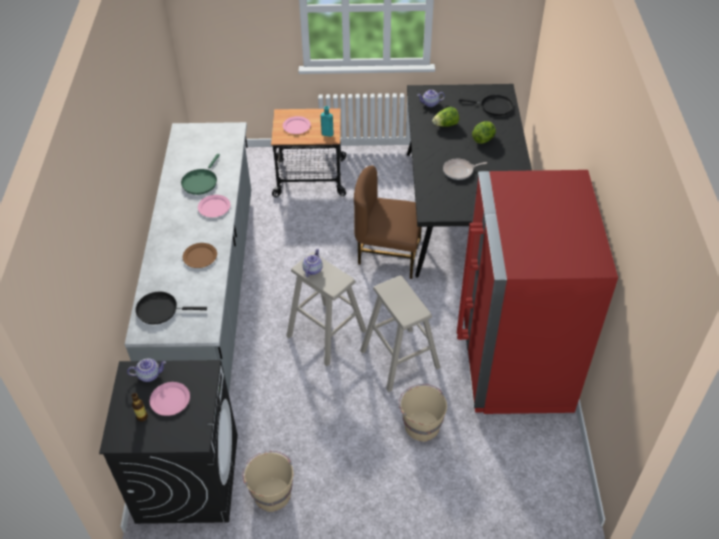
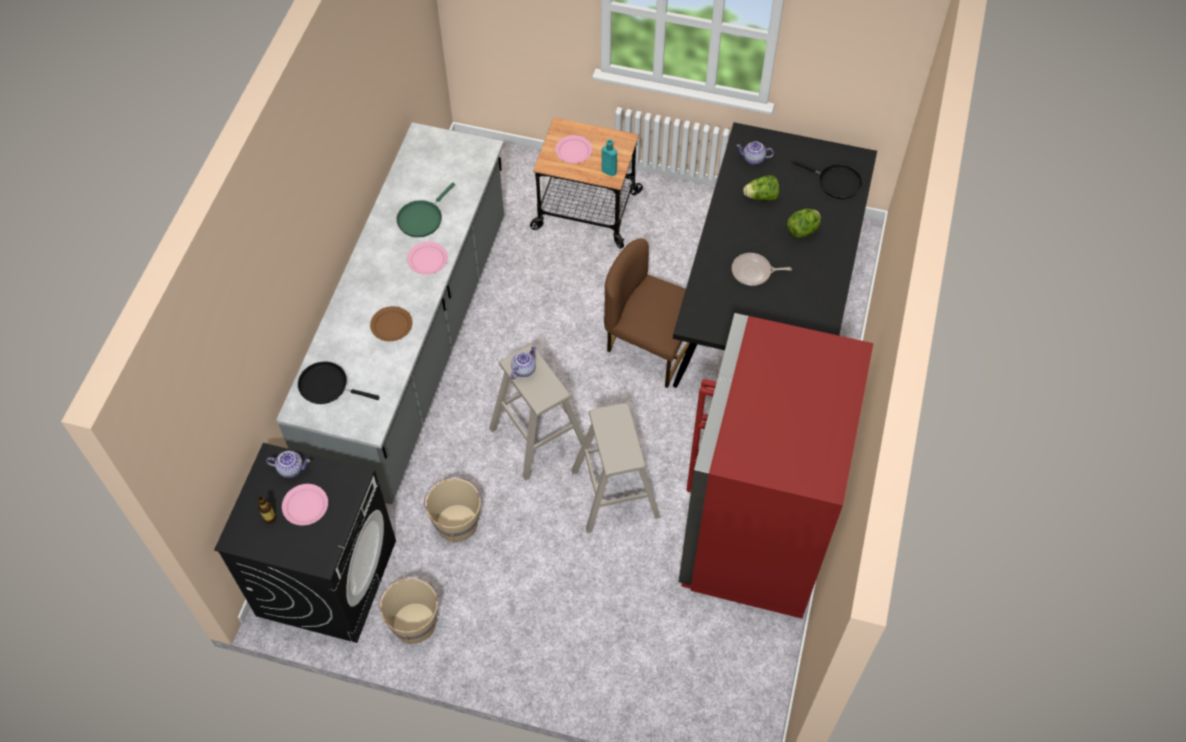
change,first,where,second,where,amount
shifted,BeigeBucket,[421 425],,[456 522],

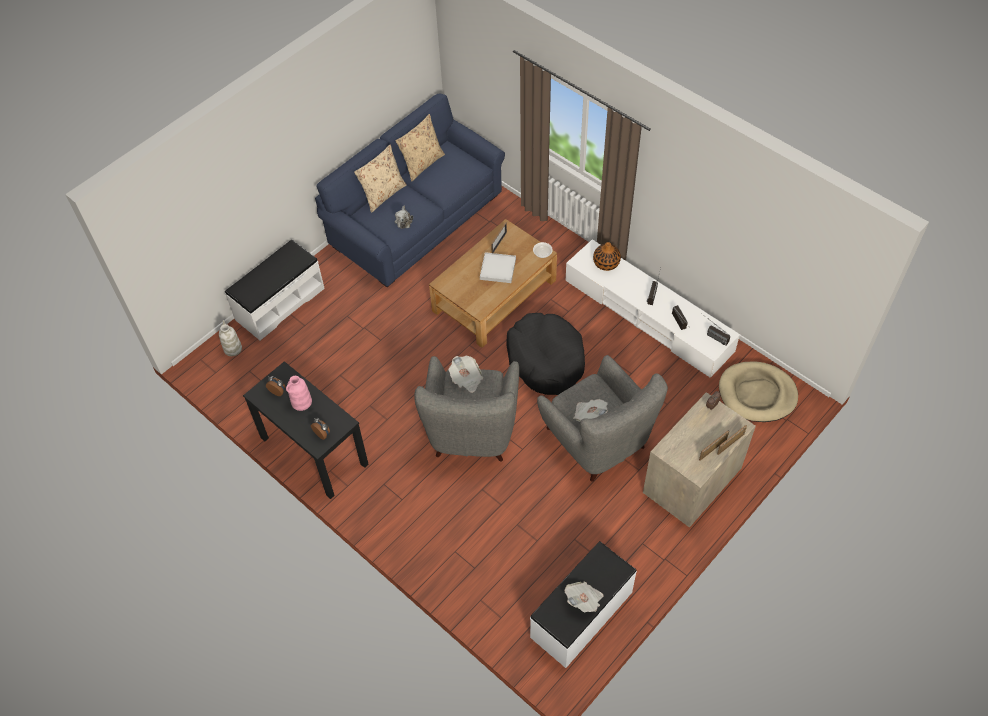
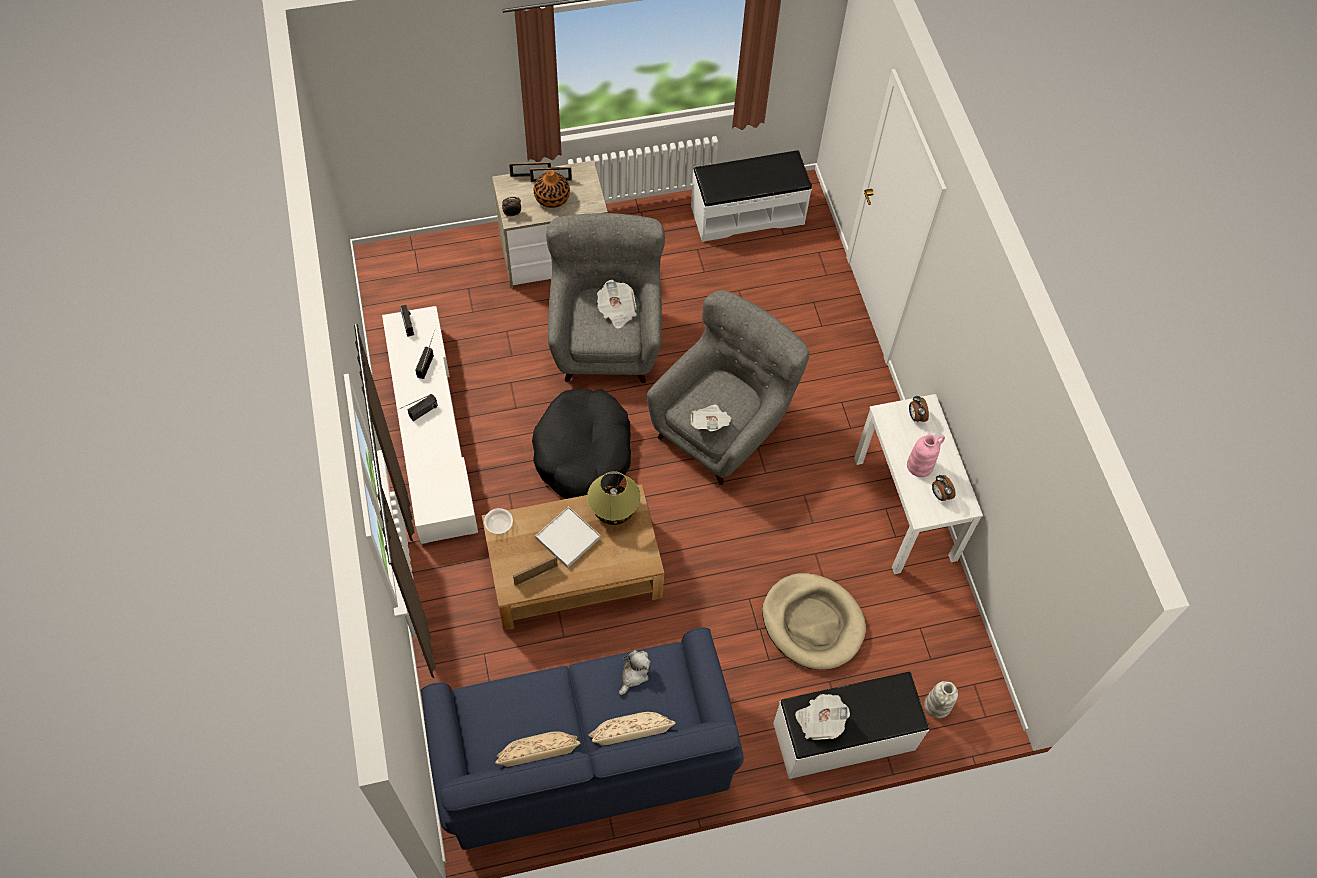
change,first,where,second,where,amount
shifted,Vase,[606 263],,[552 198],
repainted,BlackConsoleTable,[313 451],WhiteConsoleTable,[905 509],
shifted,BeigeDogBed,[757 394],,[812 623],
shifted,Newspaper,[584 600],,[819 721],
new,,,TableLamp,[613 509],

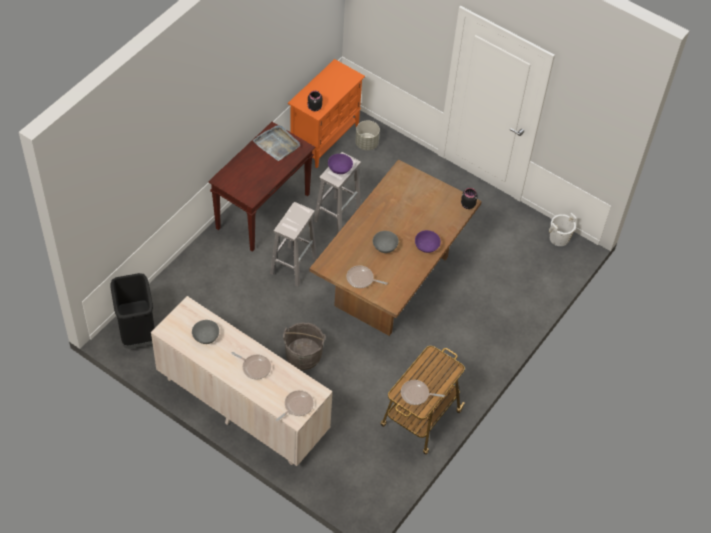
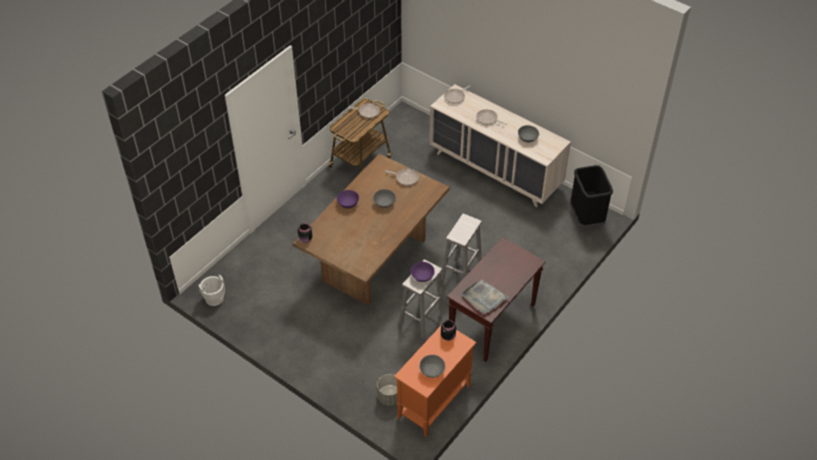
change,first,where,second,where,amount
gone,GreyBucket,[303 356],,,
new,,,GreyBowl,[432 371],

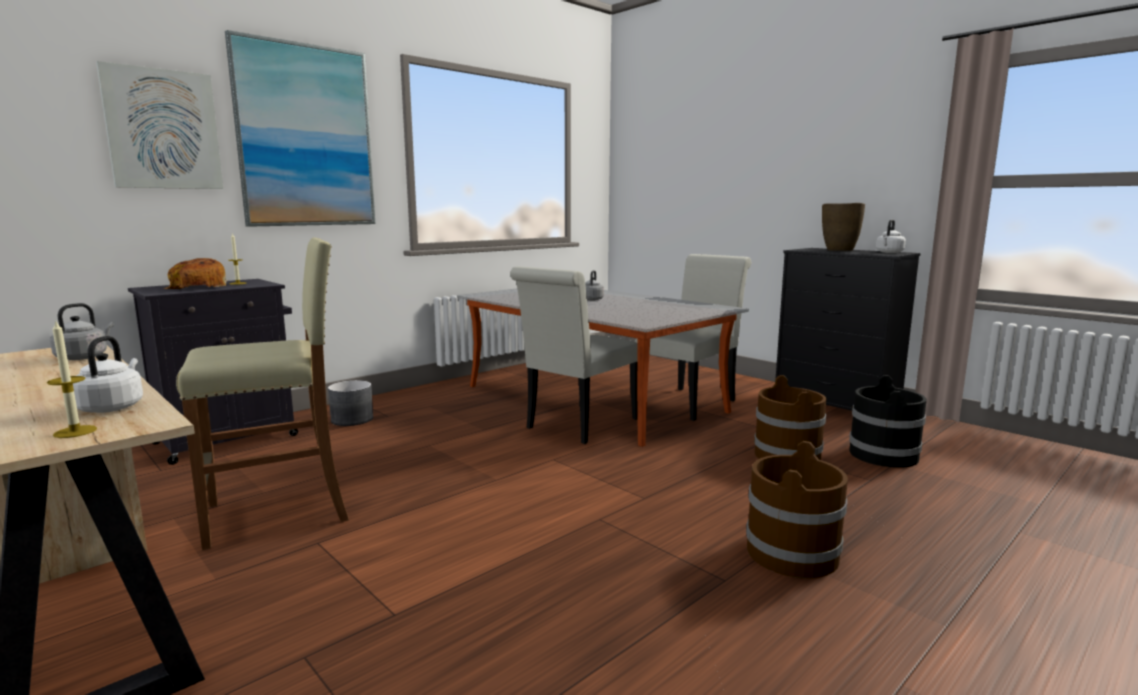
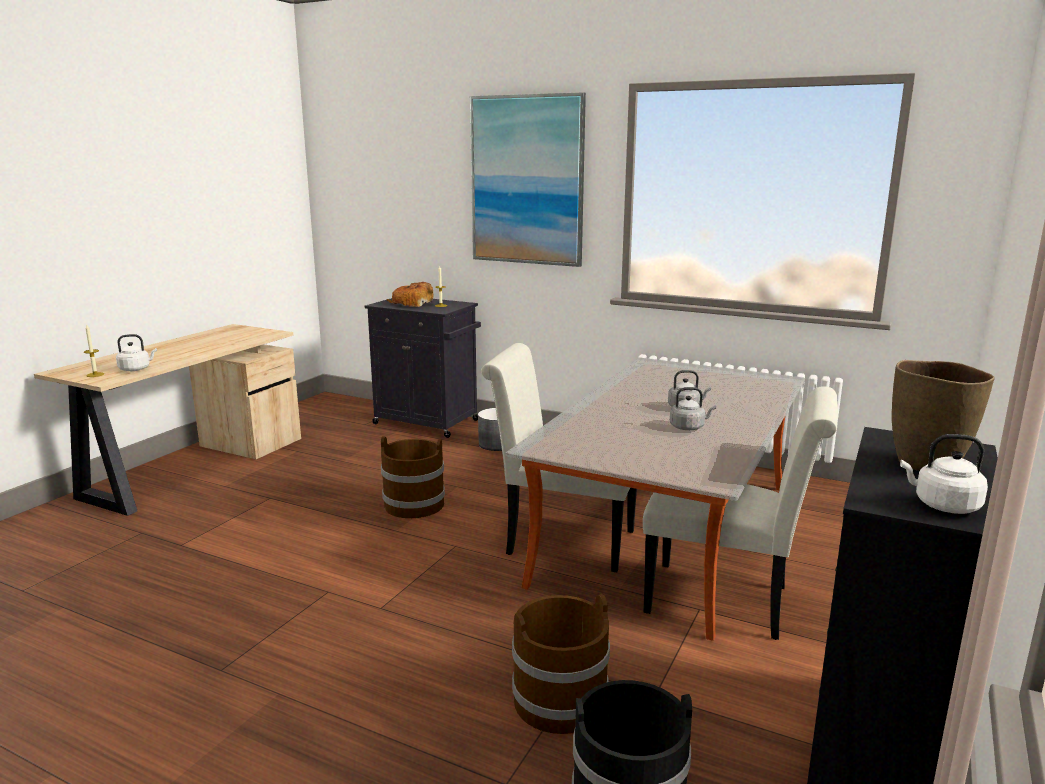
change,first,where,second,where,amount
gone,Picture,[163 129],,,
gone,BeigeStool,[279 512],,,
shifted,GreyKettle,[84 357],,[689 427],
shifted,BrownBucket,[792 553],,[413 504],

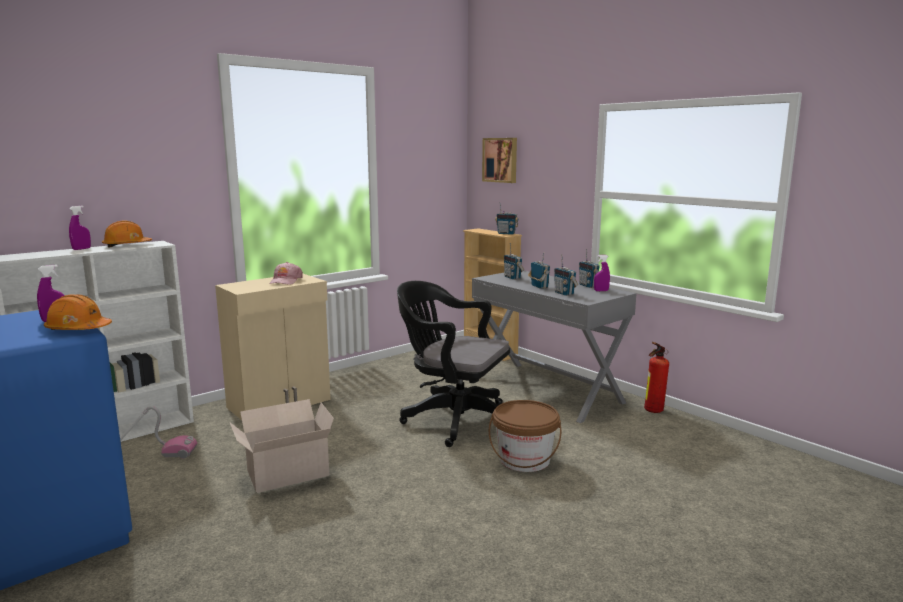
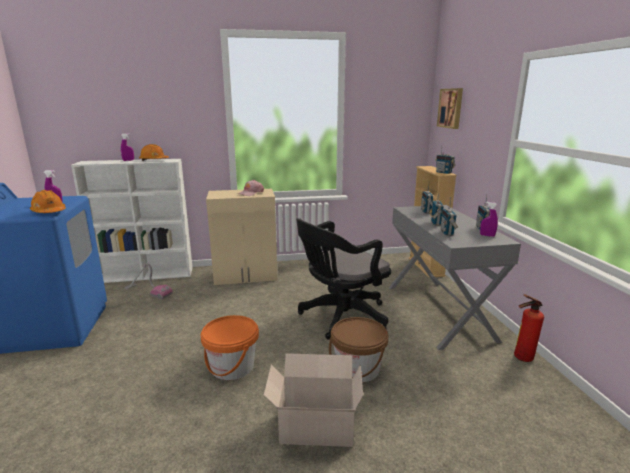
change,first,where,second,where,amount
rotated,BlackOfficeChair,[453 419],,[340 317],90 degrees counterclockwise
shifted,CardboardBox,[285 473],,[314 426],
new,,,OrangeBucket,[232 366],

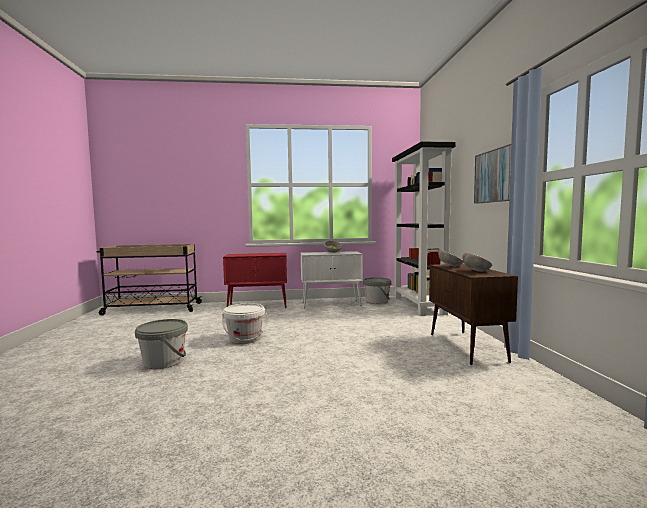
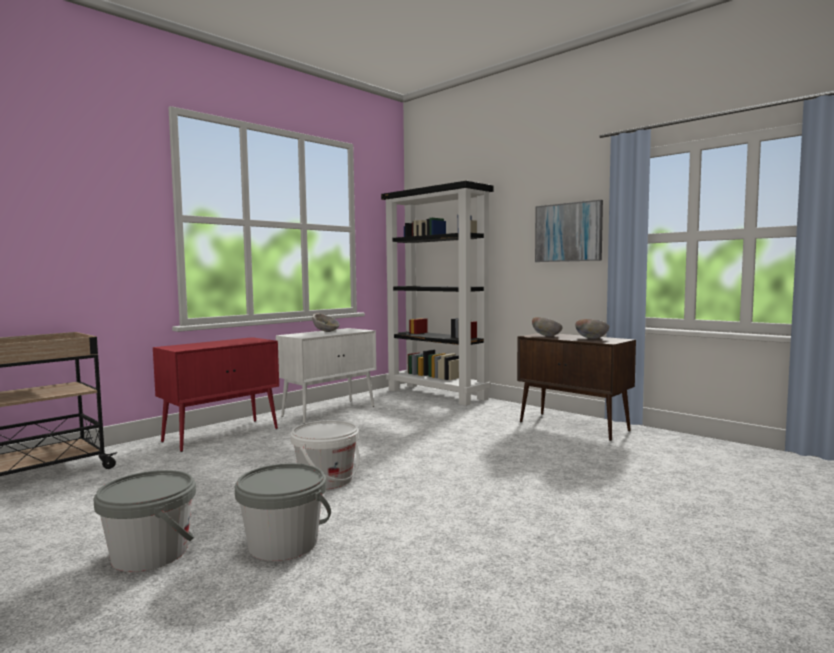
change,first,where,second,where,amount
shifted,GreyBucket,[377 301],,[150 554],

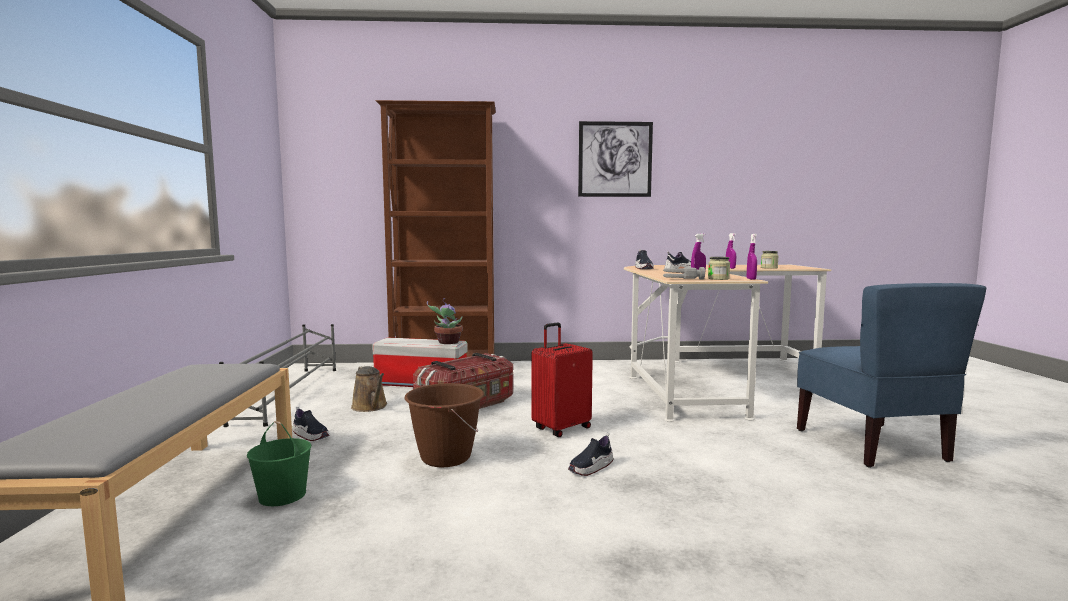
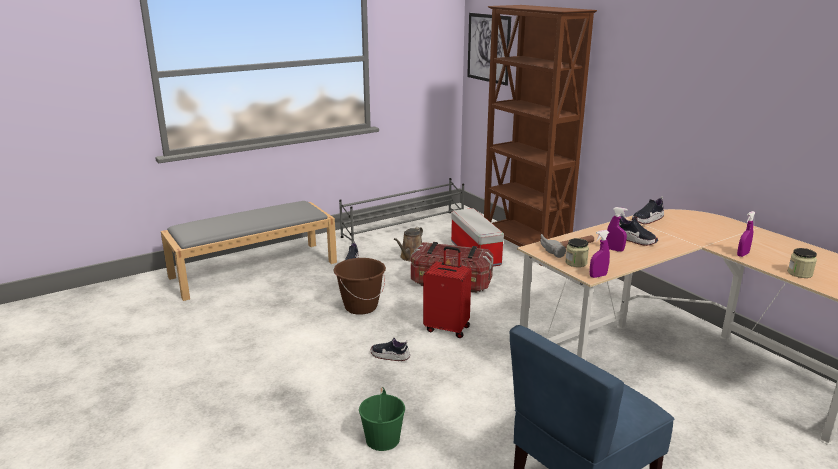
change,first,where,second,where,amount
shifted,Picture,[615 159],,[488 48],
gone,PottedPlant,[447 342],,,
shifted,GreenBucket,[281 495],,[382 438],

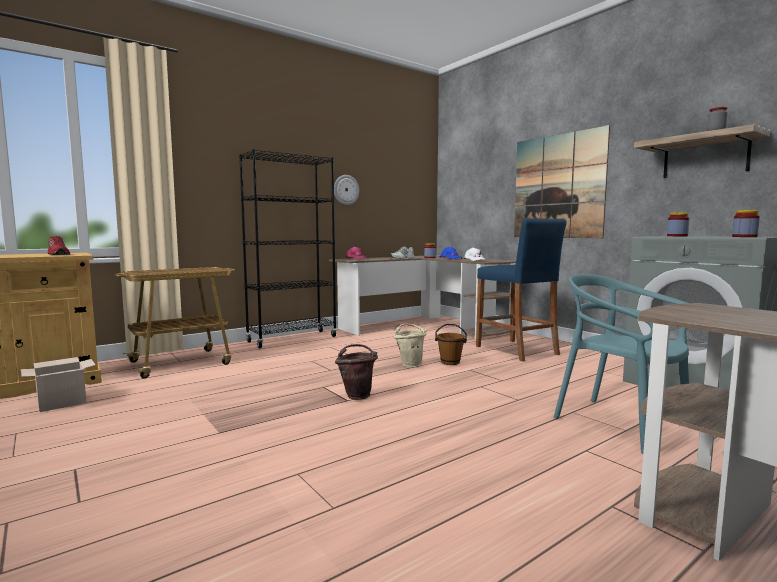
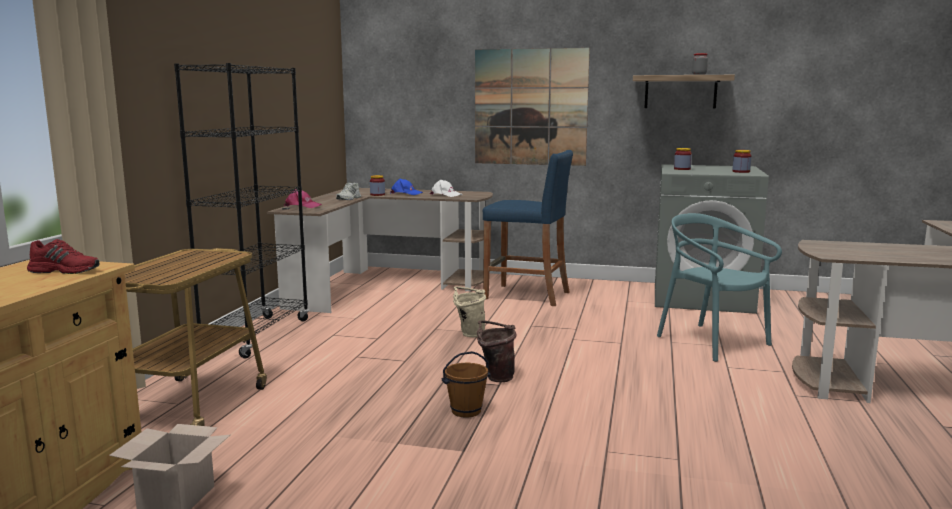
change,first,where,second,where,amount
gone,WallClock,[346 190],,,
rotated,TurquoiseChair,[620 424],,[711 342],45 degrees clockwise
shifted,BrownBucket,[450 362],,[466 411],

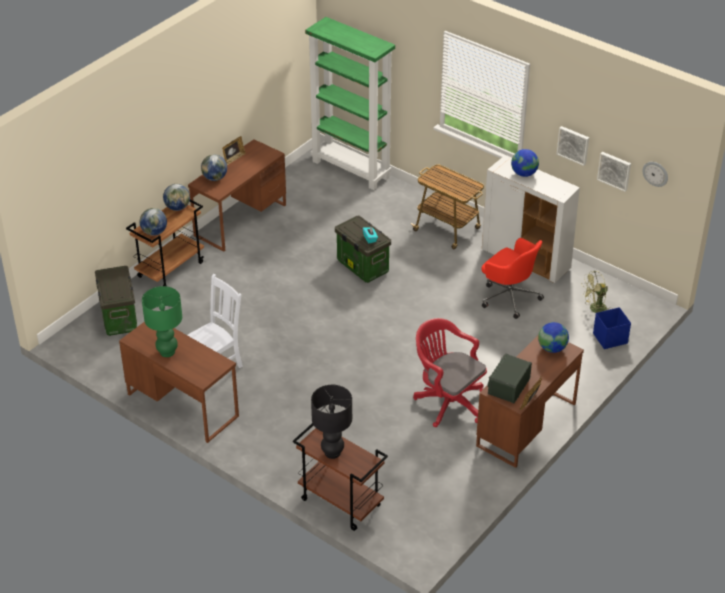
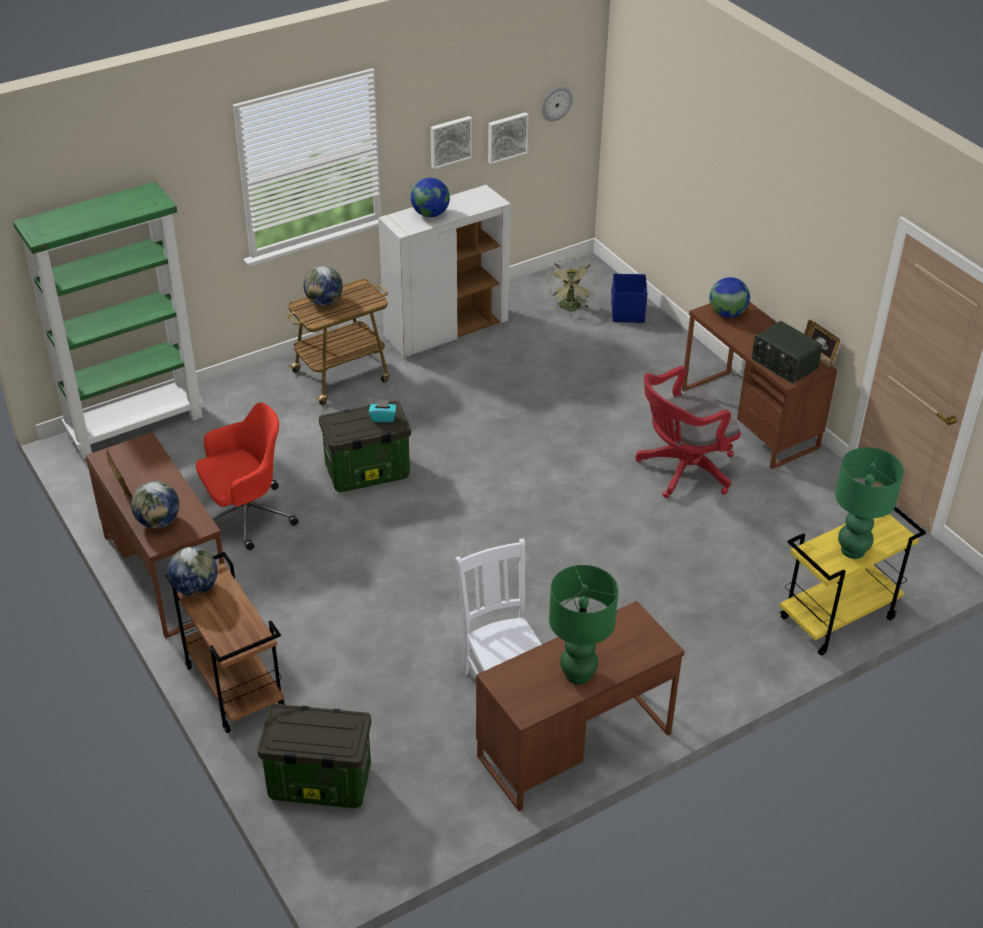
change,first,where,second,where,amount
shifted,Globe,[154 232],,[324 302],
shifted,RedOfficeChair,[509 296],,[246 516],
repainted,BlackTableLamp,[333 452],GreenTableLamp,[853 550],
repainted,BrownCart,[339 502],YellowCart,[837 619],

